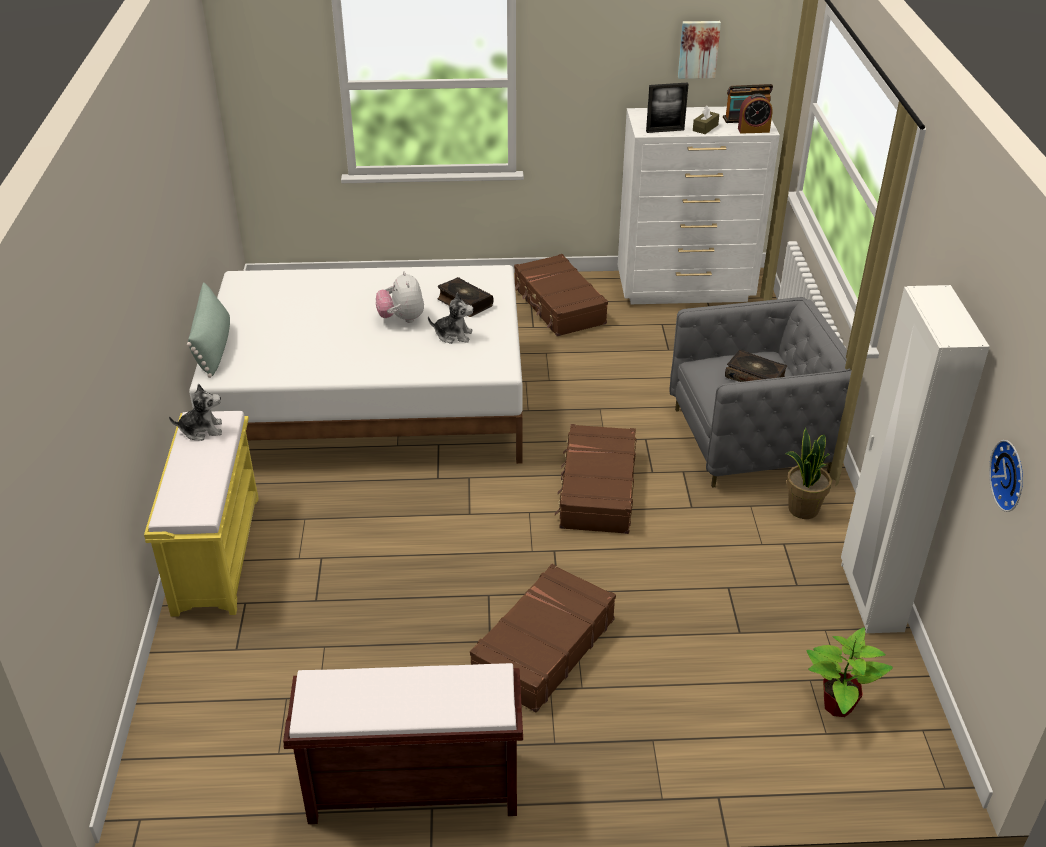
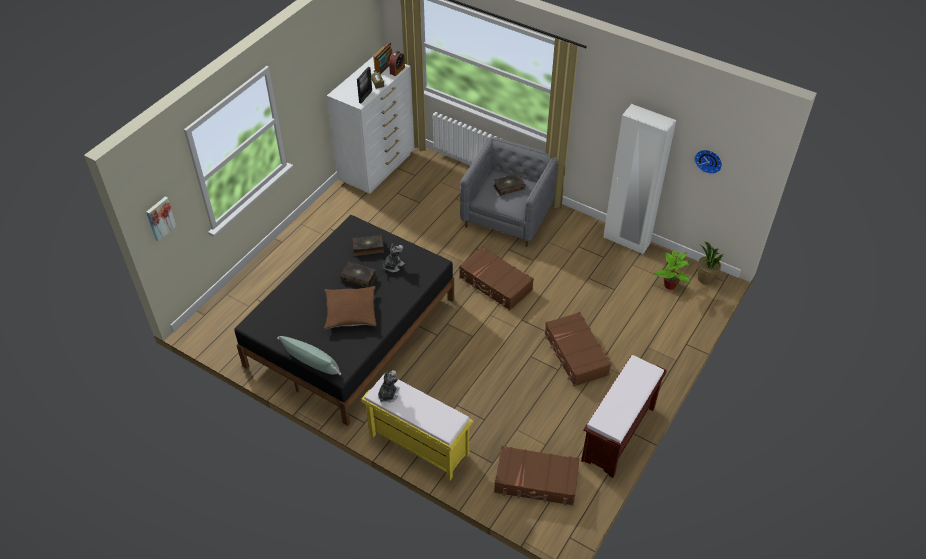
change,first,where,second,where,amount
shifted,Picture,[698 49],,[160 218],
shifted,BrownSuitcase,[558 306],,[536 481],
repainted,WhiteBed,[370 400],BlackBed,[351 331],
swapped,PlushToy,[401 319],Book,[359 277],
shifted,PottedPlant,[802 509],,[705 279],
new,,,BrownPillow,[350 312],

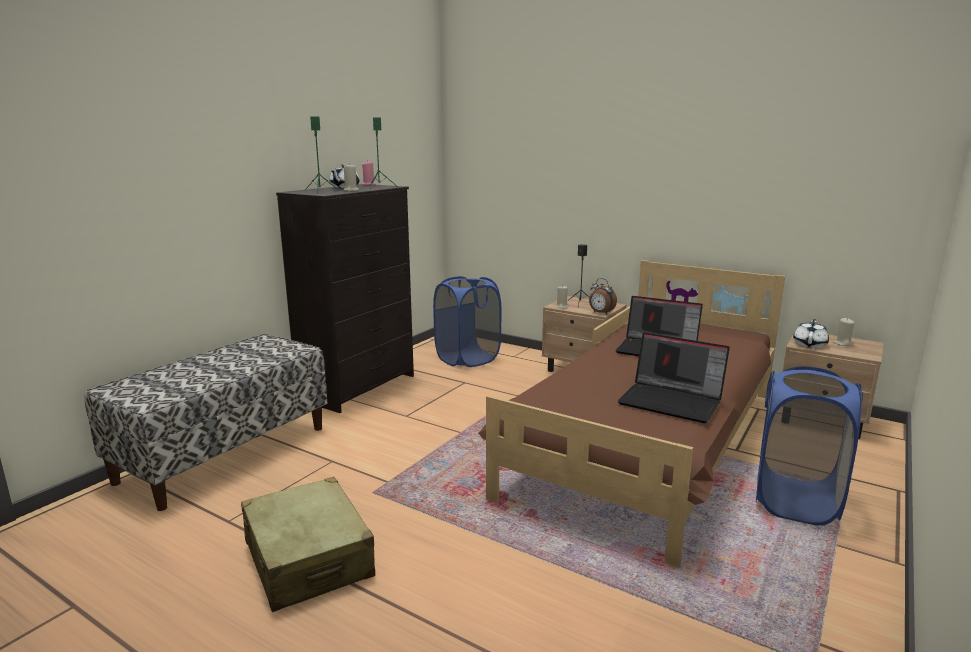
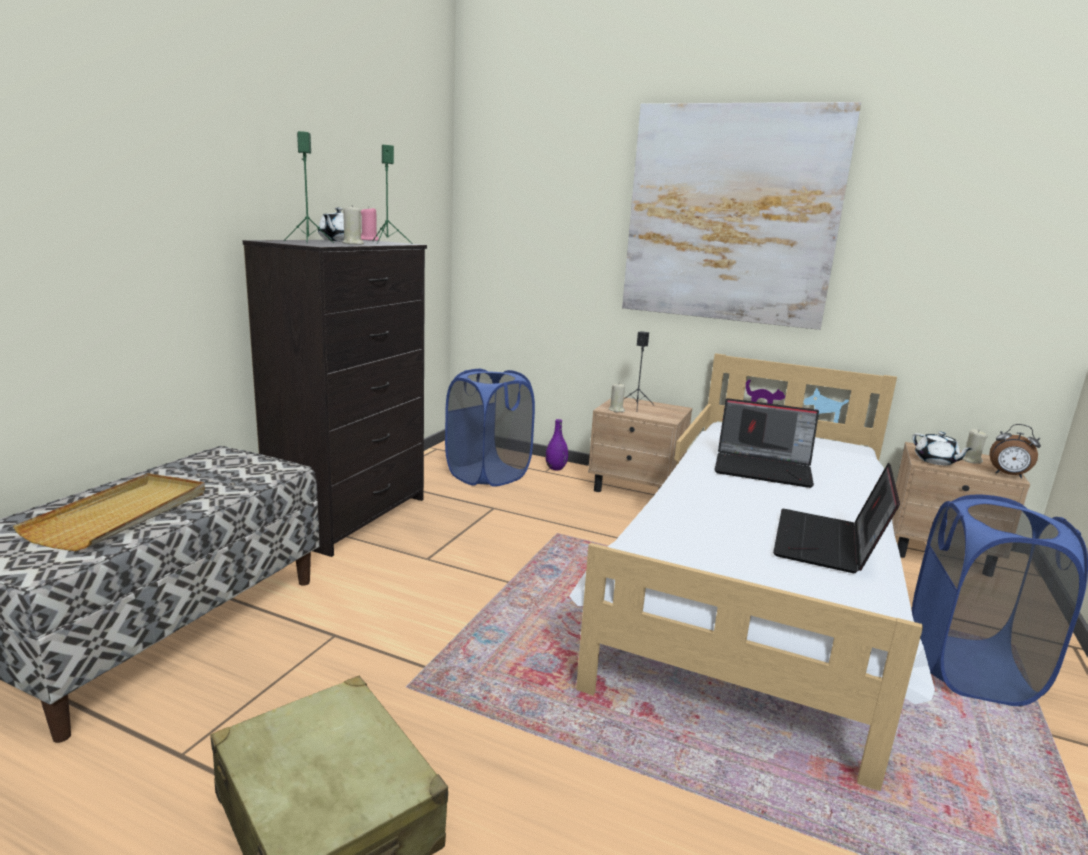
change,first,where,second,where,amount
repainted,BrownBed,[650 442],WhiteBed,[758 588],
shifted,AlarmClock,[600 313],,[1008 475],
rotated,WhiteTeapot,[810 344],,[936 461],135 degrees clockwise
rotated,Laptop,[672 401],,[828 544],90 degrees clockwise
new,,,Picture,[730 215],
new,,,PurpleVase,[555 468],
new,,,BeigeTray,[122 515],

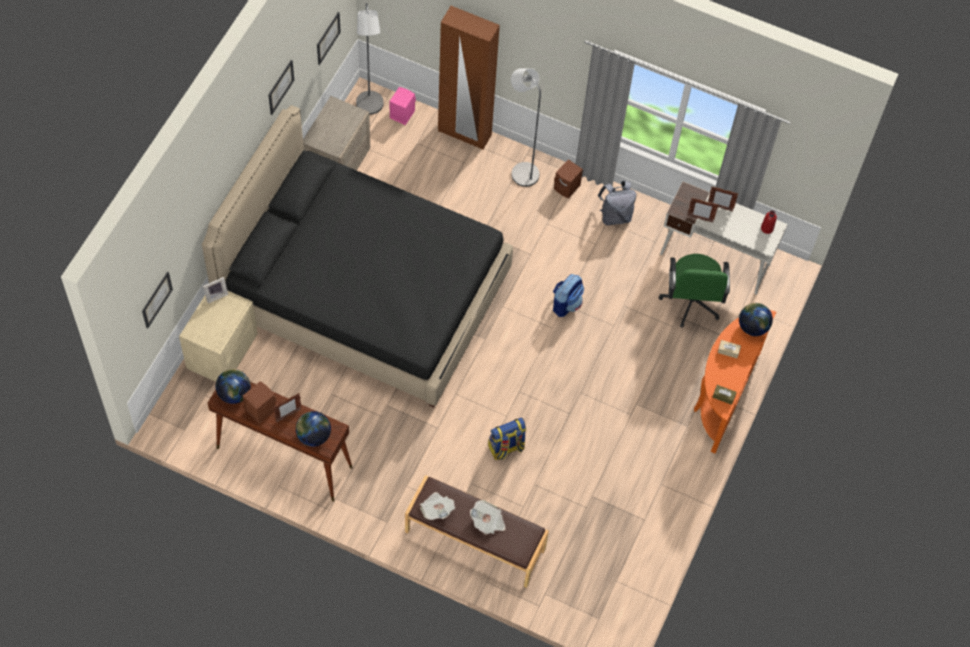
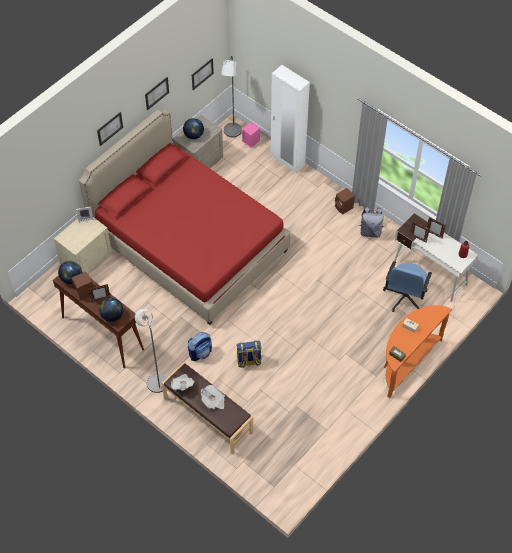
change,first,where,second,where,amount
repainted,BrownWardrobe,[464 133],WhiteWardrobe,[287 161],
shifted,GreyFloorLamp,[521 171],,[155 380],
repainted,BlackBed,[364 292],RedBed,[189 243],
repainted,GreenOfficeChair,[691 302],BlueOfficeChair,[404 297],
shifted,Picture,[156 299],,[109 128],
shifted,Backpack,[566 303],,[200 353],
shifted,Globe,[753 327],,[194 135],

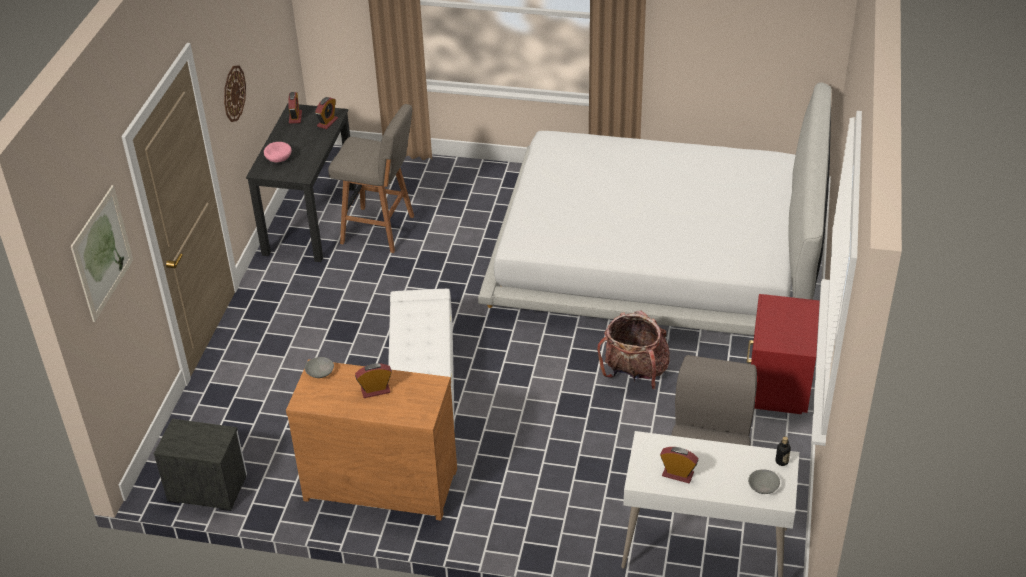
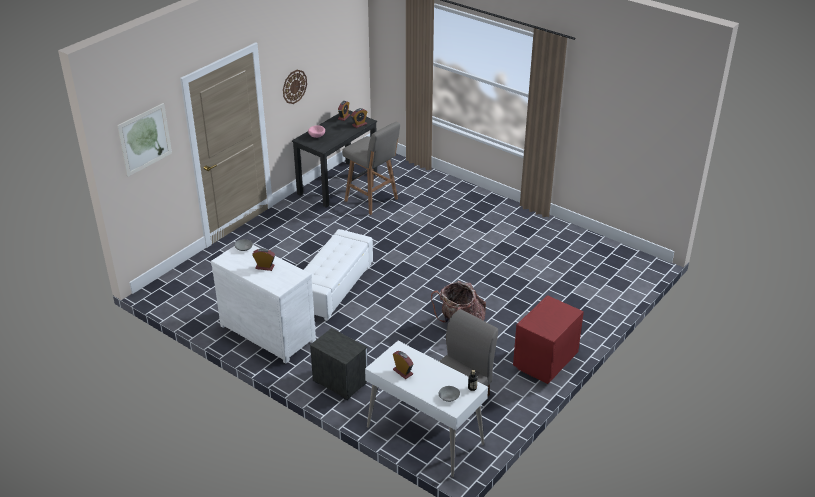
change,first,where,second,where,amount
gone,WhiteBed,[656 255],,,
repainted,BrownDresser,[381 481],WhiteDresser,[269 331],
shifted,Nightstand,[206 488],,[339 381],

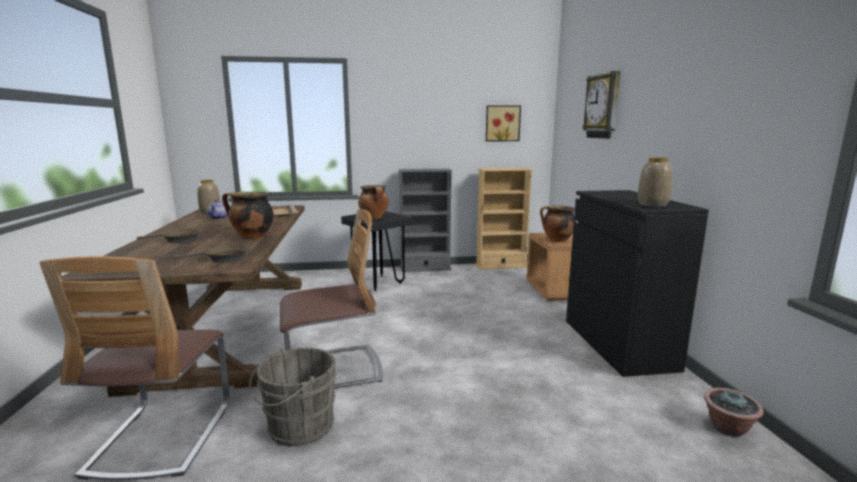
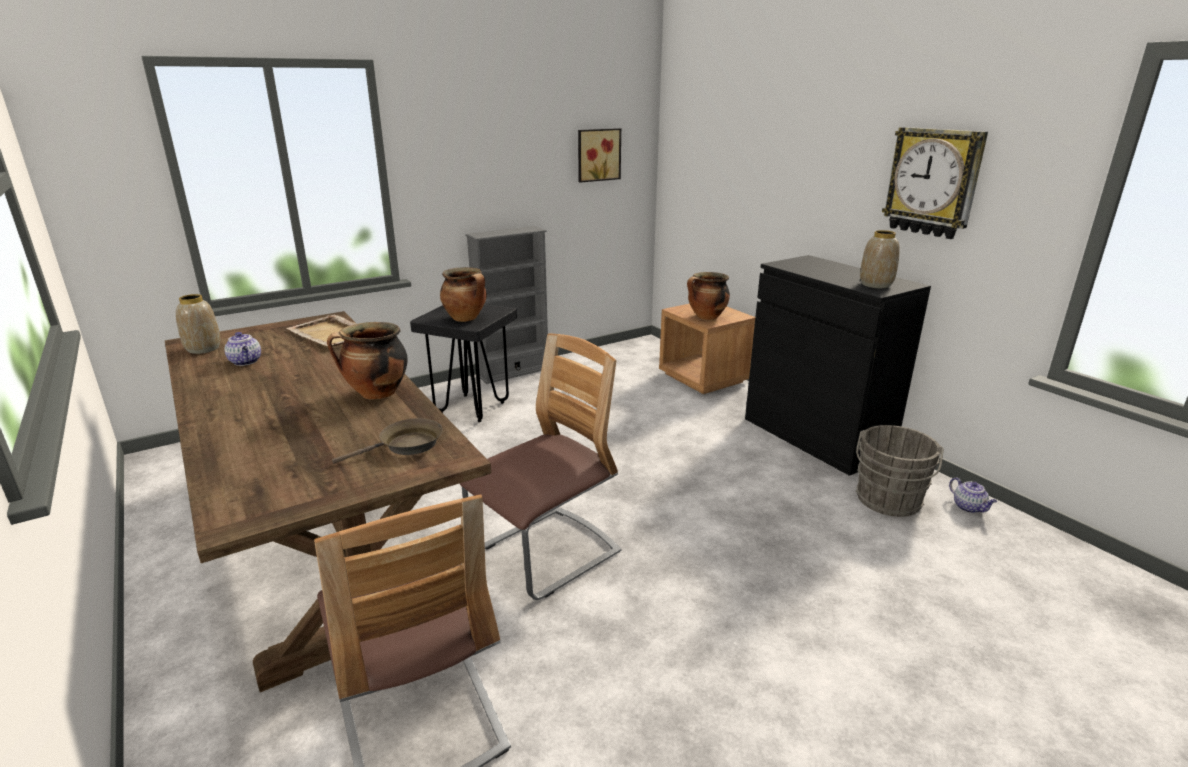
change,first,where,second,where,amount
shifted,WallClock,[603 106],,[933 182],
gone,BeigeBookcase,[501 266],,,
gone,BrownFryingPan,[178 240],,,
shifted,GreyBucket,[297 428],,[887 501],
swapped,PottedPlant,[728 429],Teapot,[969 507],

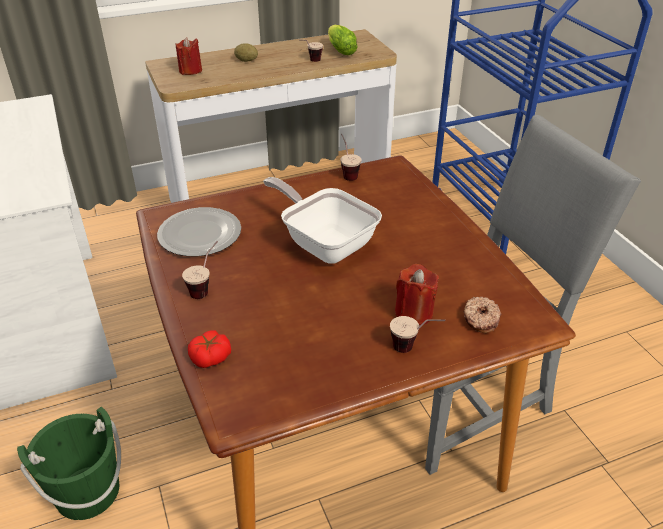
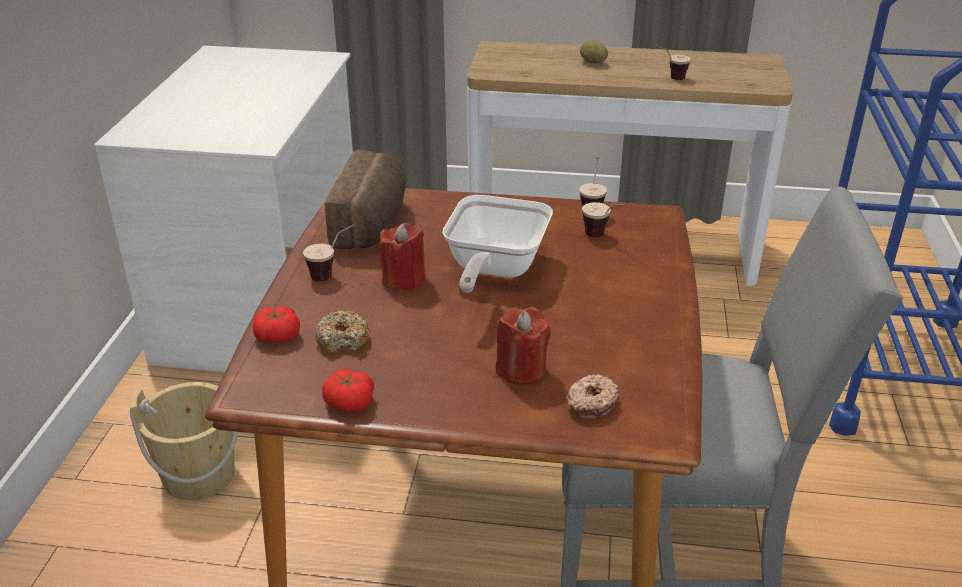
change,first,where,second,where,amount
gone,Lettuce,[340 50],,,
shifted,RedCandle,[190 71],,[404 280],
rotated,FryingPan,[324 243],,[493 270],150 degrees counterclockwise
swapped,Plate,[199 235],Bread,[373 224],
shifted,Cup,[414 349],,[603 238],
repainted,GreenBucket,[87 491],BeigeBucket,[199 474],
new,,,Donut,[343 340],
new,,,Tomato,[349 402],

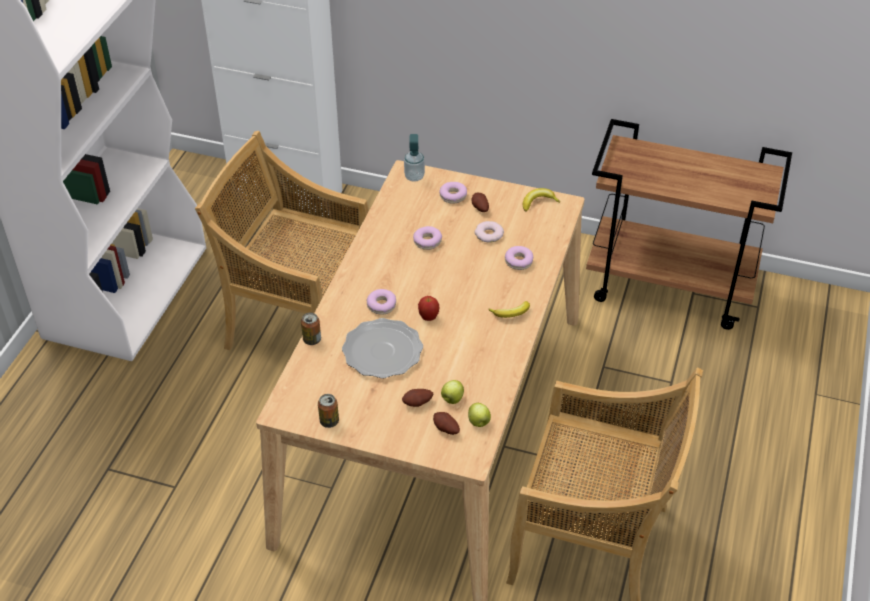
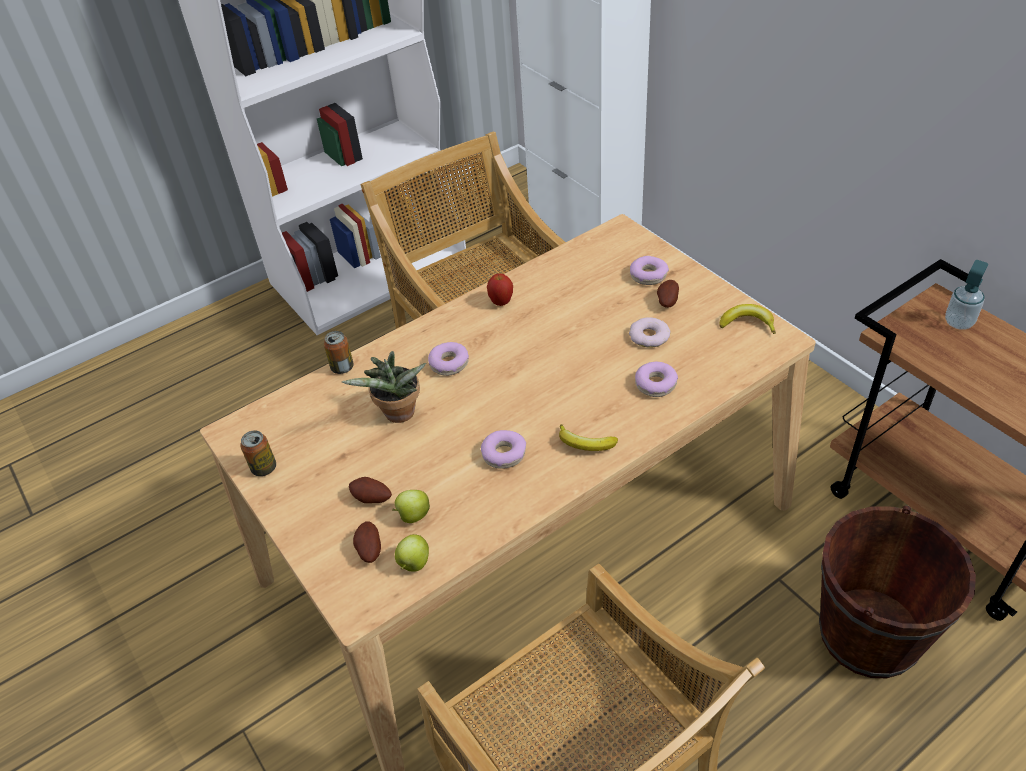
change,first,where,second,where,amount
shifted,SoapDispenser,[414 177],,[958 322],
shifted,Donut,[427 241],,[504 454],
shifted,Apple,[428 317],,[501 302],
swapped,Plate,[382 351],PottedPlant,[398 416],
new,,,BrownBucket,[869 634],

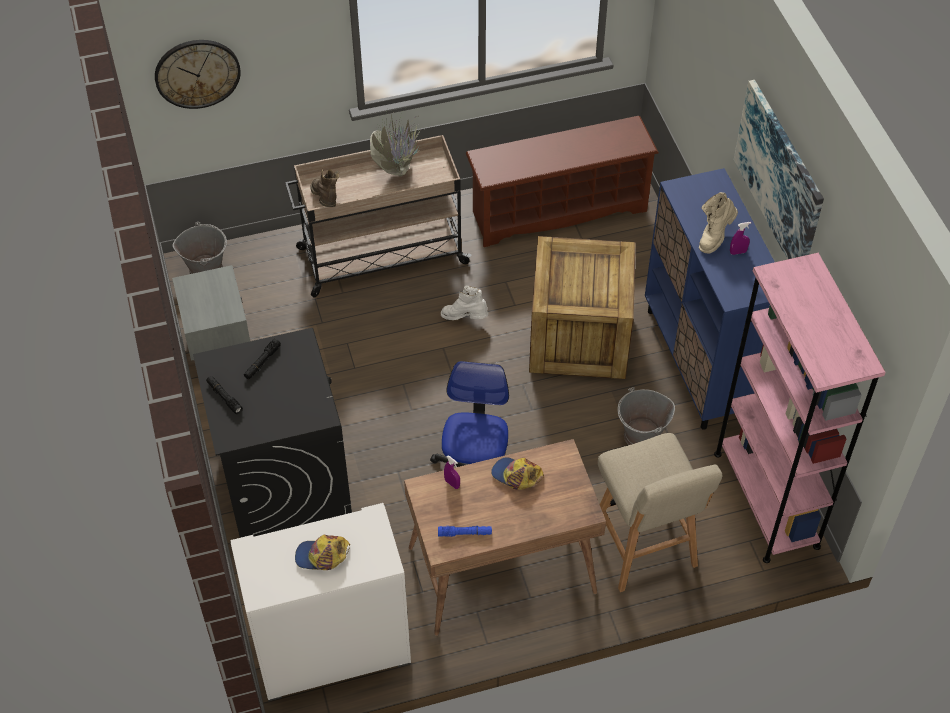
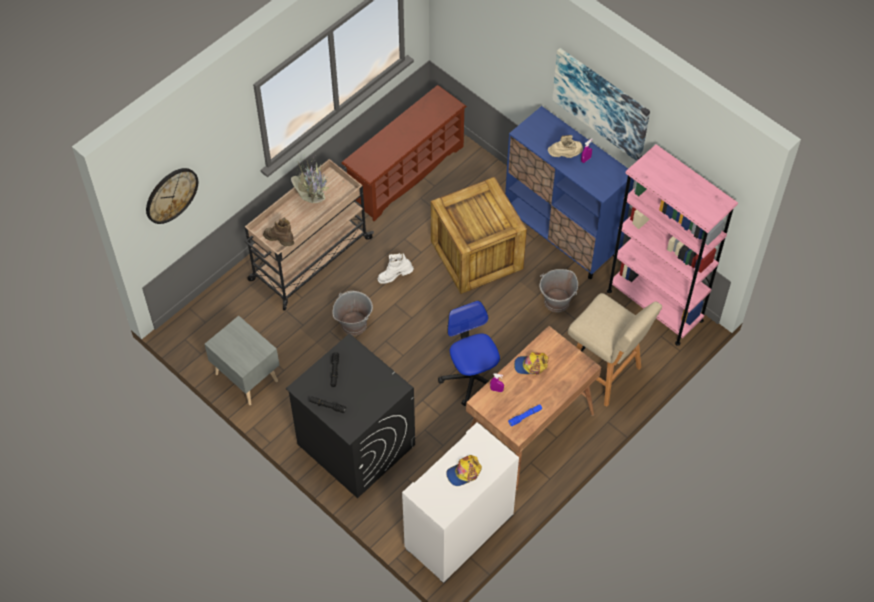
change,first,where,second,where,amount
rotated,BeigeBoot,[715 236],,[565 155],120 degrees counterclockwise
shifted,GreyBucket,[206 270],,[354 324],

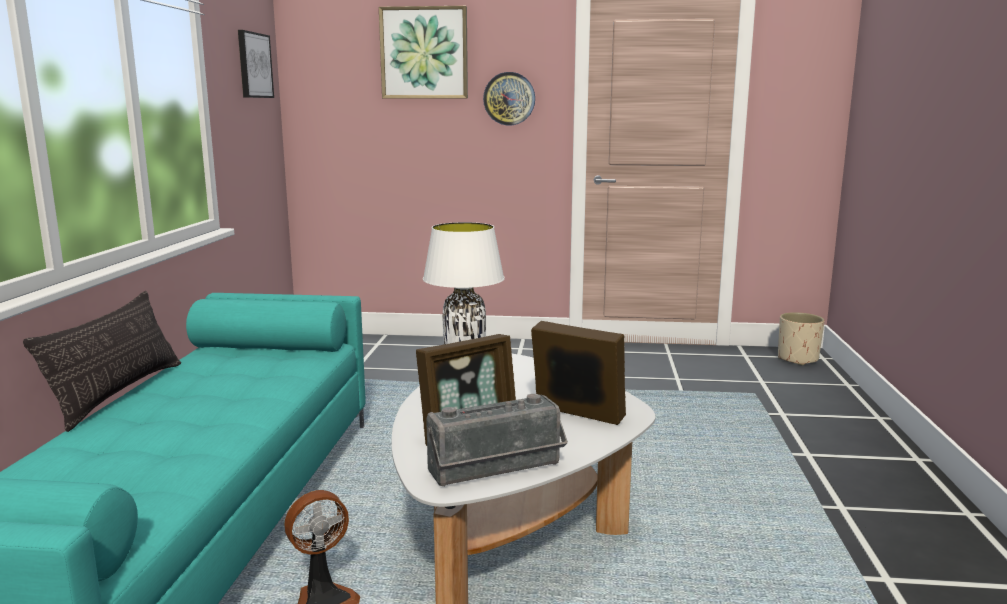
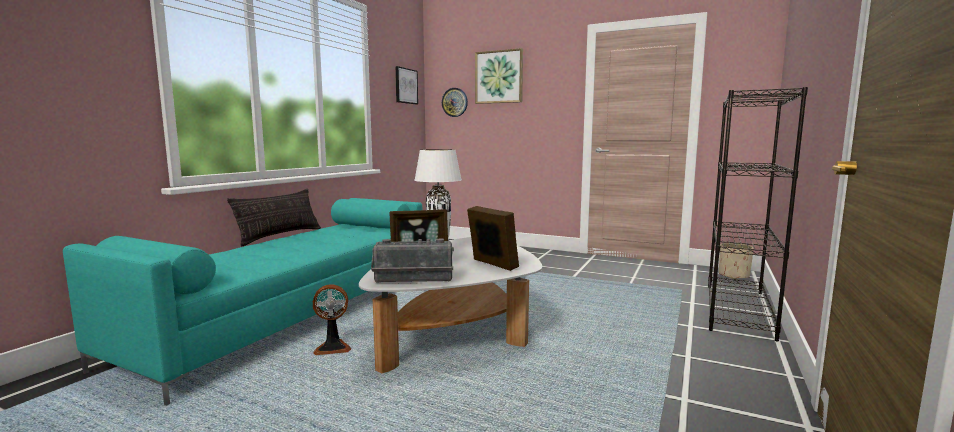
change,first,where,second,where,amount
shifted,WallClock,[509 98],,[455 102],
new,,,BlackBookcase,[738 310],

